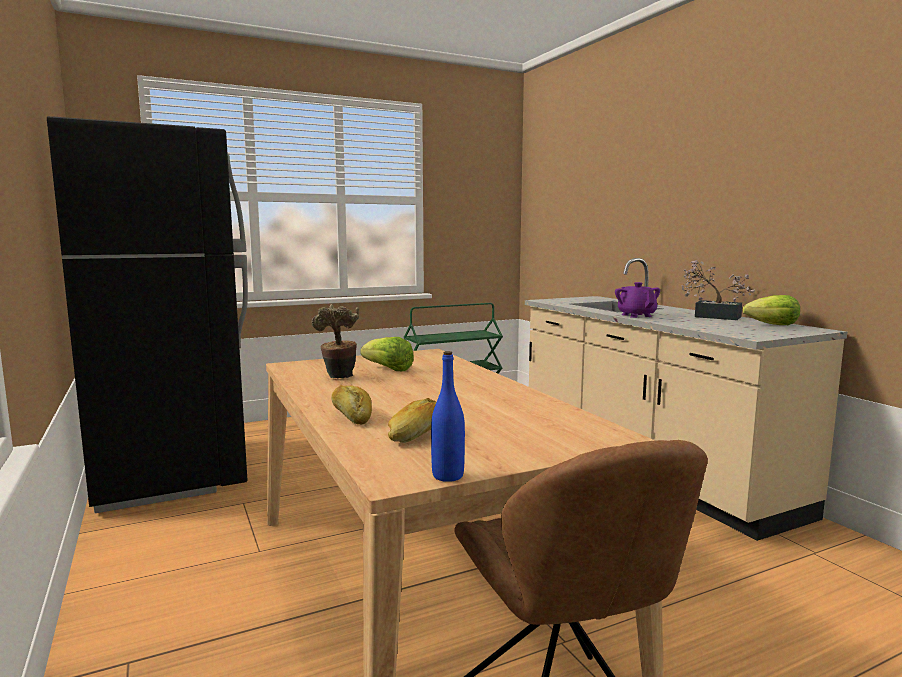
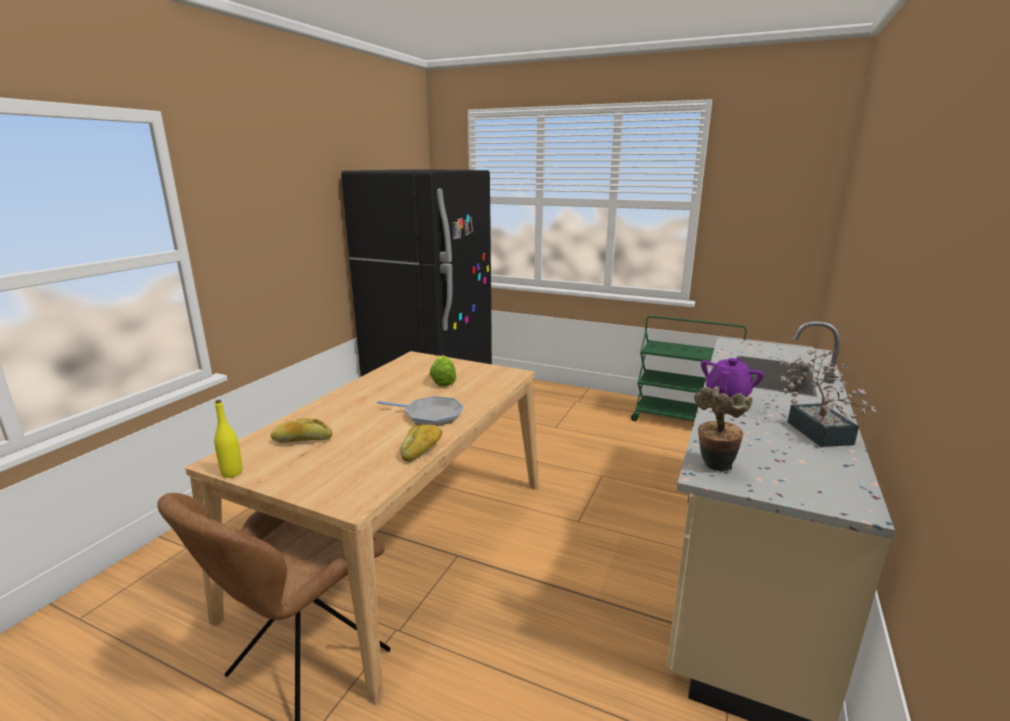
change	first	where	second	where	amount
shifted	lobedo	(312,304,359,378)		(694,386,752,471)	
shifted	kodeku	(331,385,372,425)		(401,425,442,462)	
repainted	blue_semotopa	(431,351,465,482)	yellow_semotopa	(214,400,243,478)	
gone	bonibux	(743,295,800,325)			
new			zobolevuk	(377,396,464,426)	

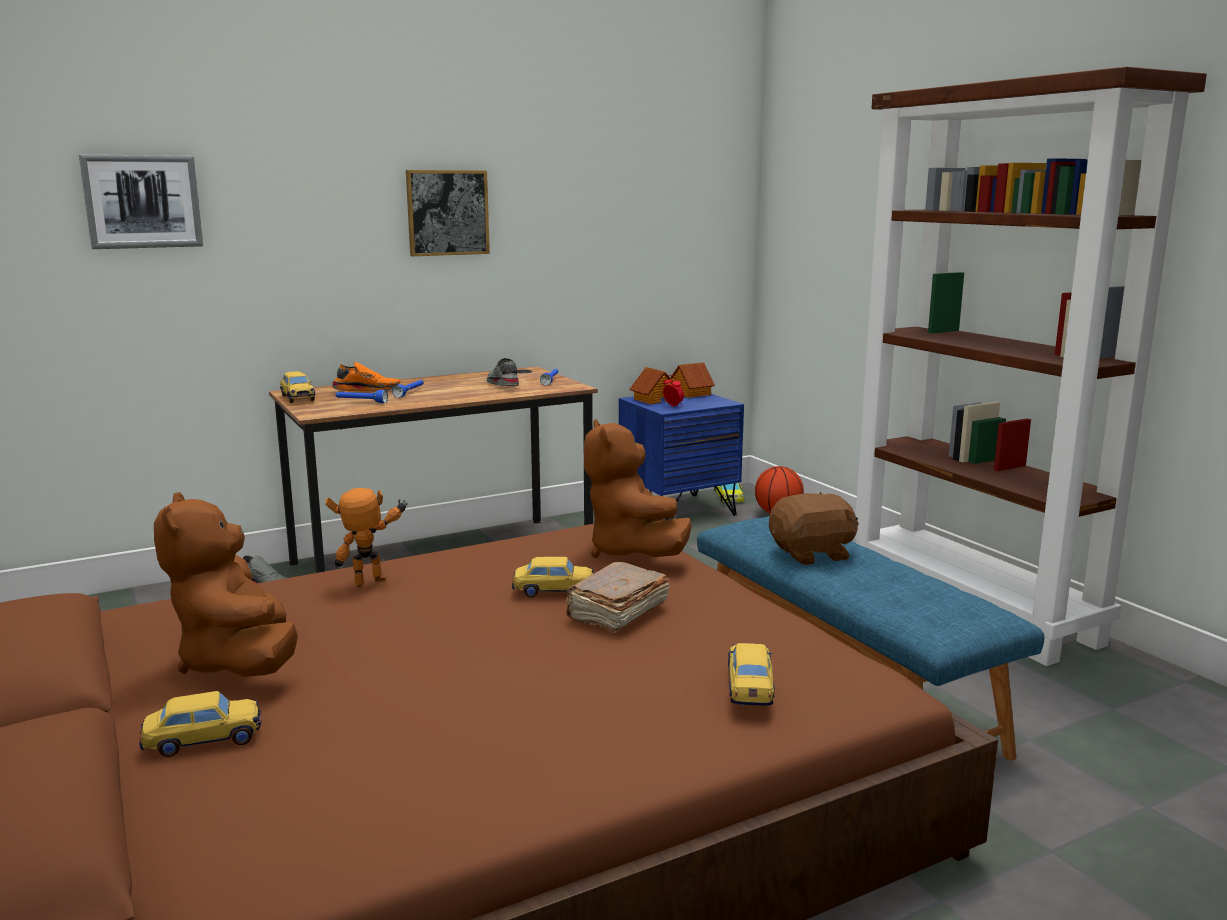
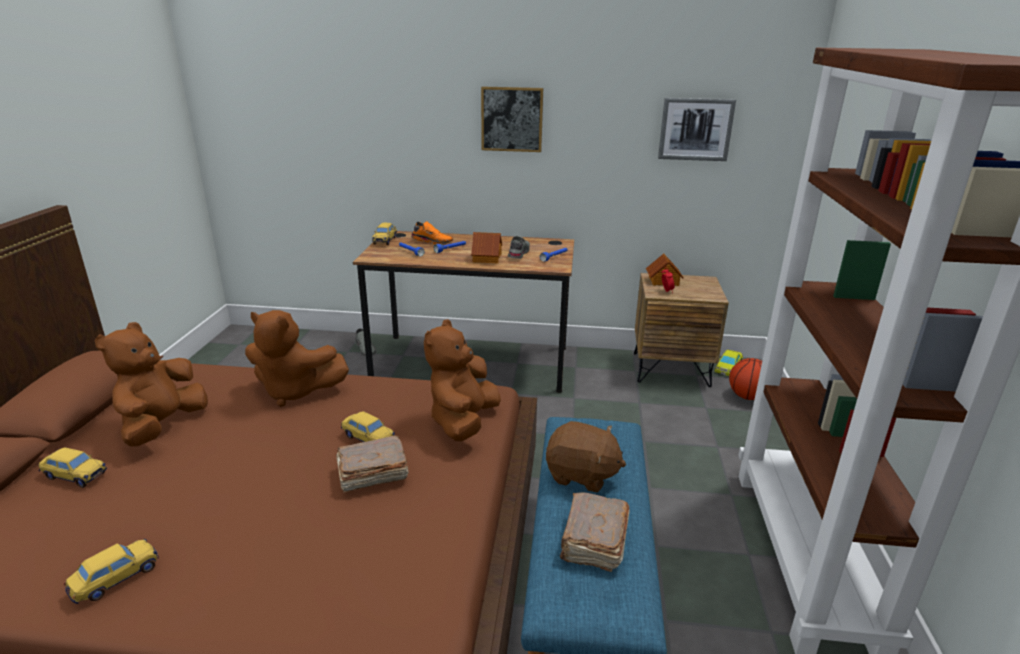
change	first	where	second	where	amount
shifted	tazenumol	(79,155,203,249)		(658,98,736,161)	
swapped	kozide	(325,488,408,586)	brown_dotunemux	(245,310,349,407)	
repainted	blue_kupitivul	(619,394,744,520)	brown_kupitivul	(634,273,729,387)	
shifted	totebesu	(670,362,715,398)		(471,232,502,264)	
shifted	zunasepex	(728,643,775,706)		(64,539,159,604)	
new			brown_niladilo	(560,492,630,572)	

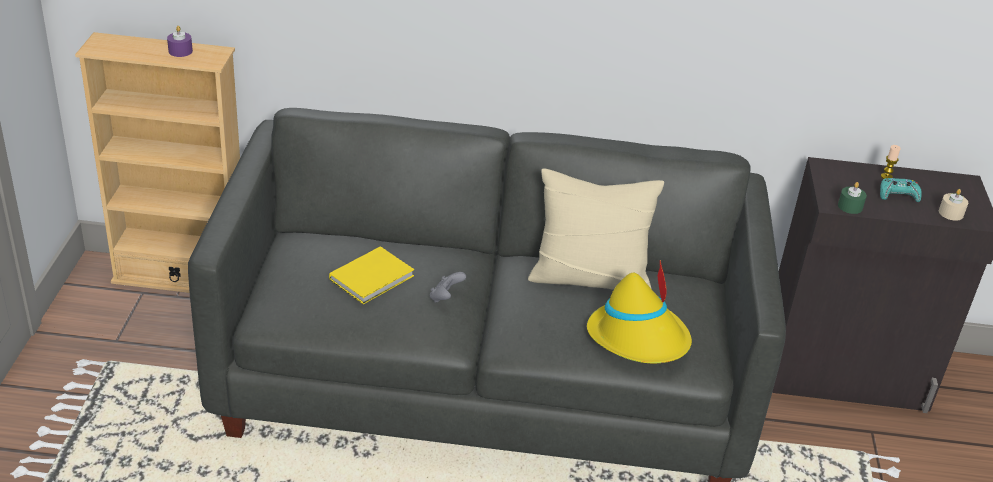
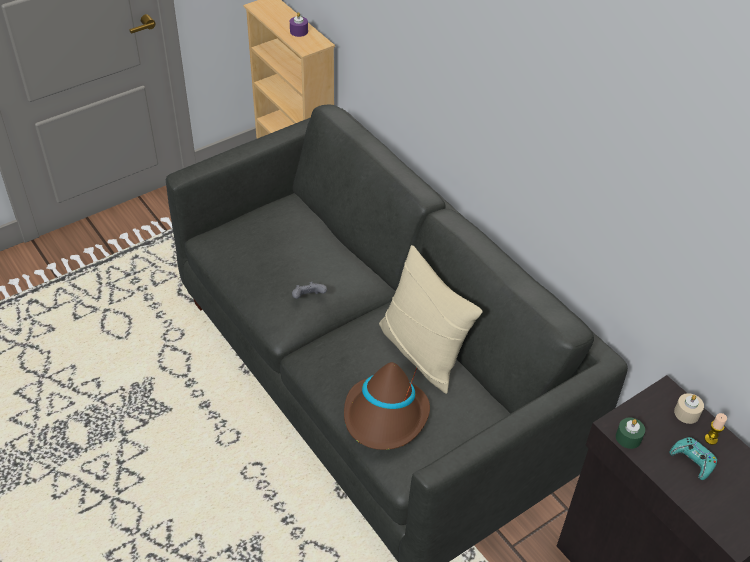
change	first	where	second	where	amount
gone	yellow_niladilo	(329,246,414,304)			
repainted	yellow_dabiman	(587,260,692,363)	brown_dabiman	(344,362,430,450)	
shifted	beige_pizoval	(939,189,968,221)		(674,393,704,424)	

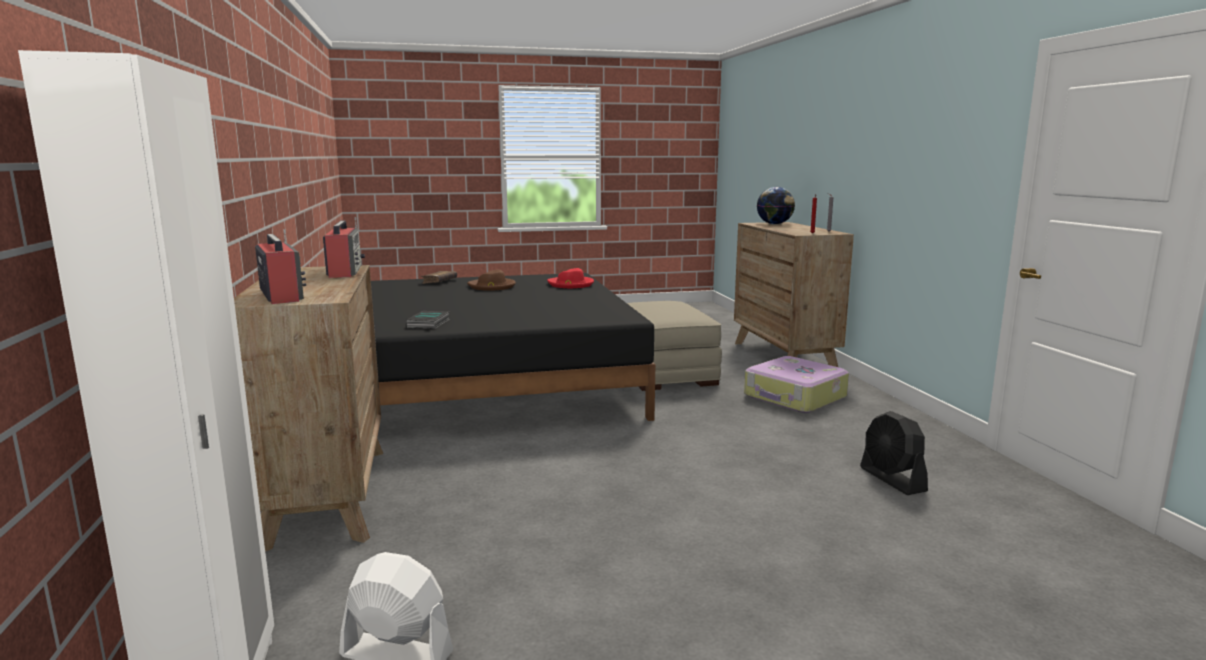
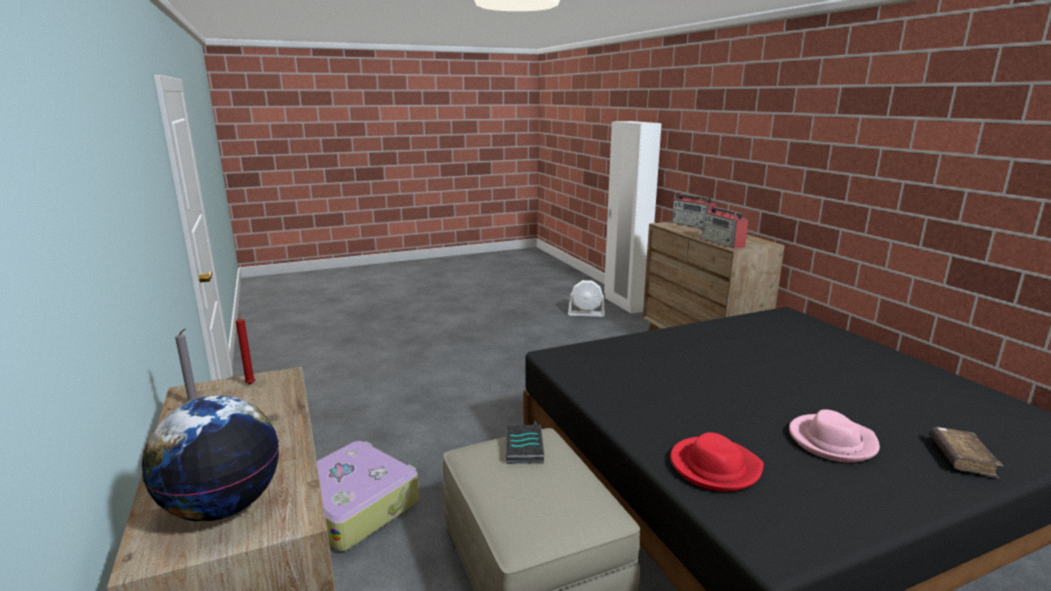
change	first	where	second	where	amount
shifted	niladilo	(406,311,450,329)		(506,424,544,464)	
repainted	brown_dabiman	(467,270,516,291)	pink_dabiman	(789,409,880,463)	
gone	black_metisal	(860,411,928,495)			

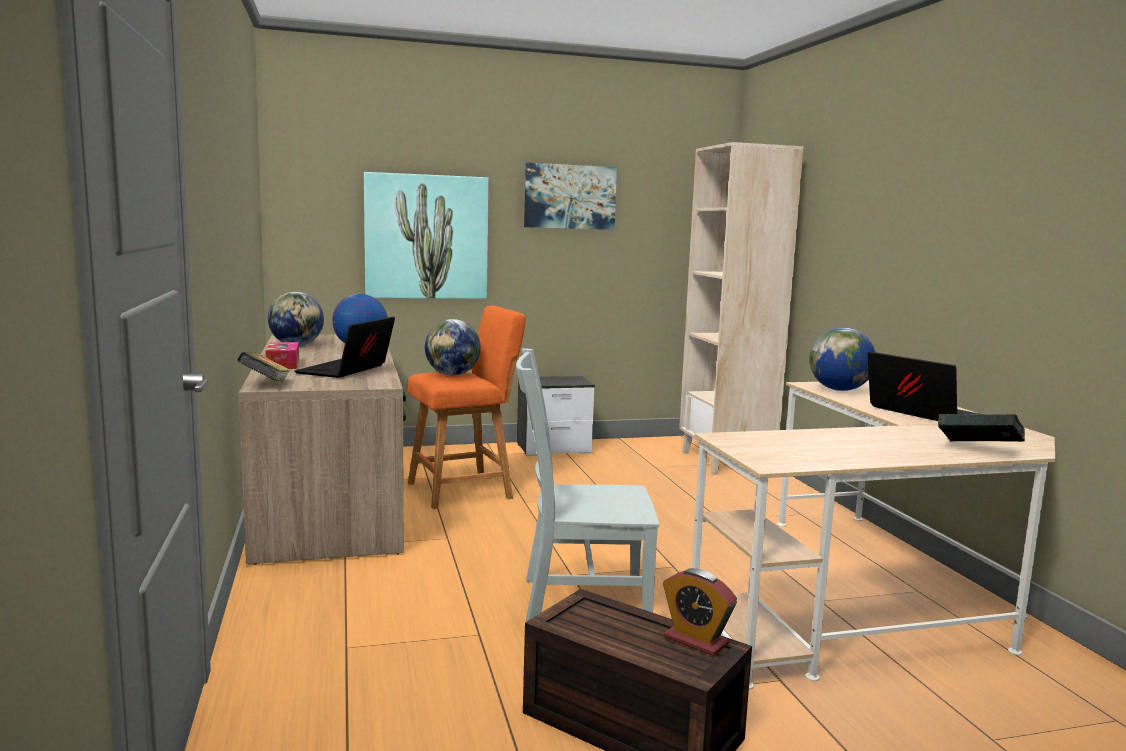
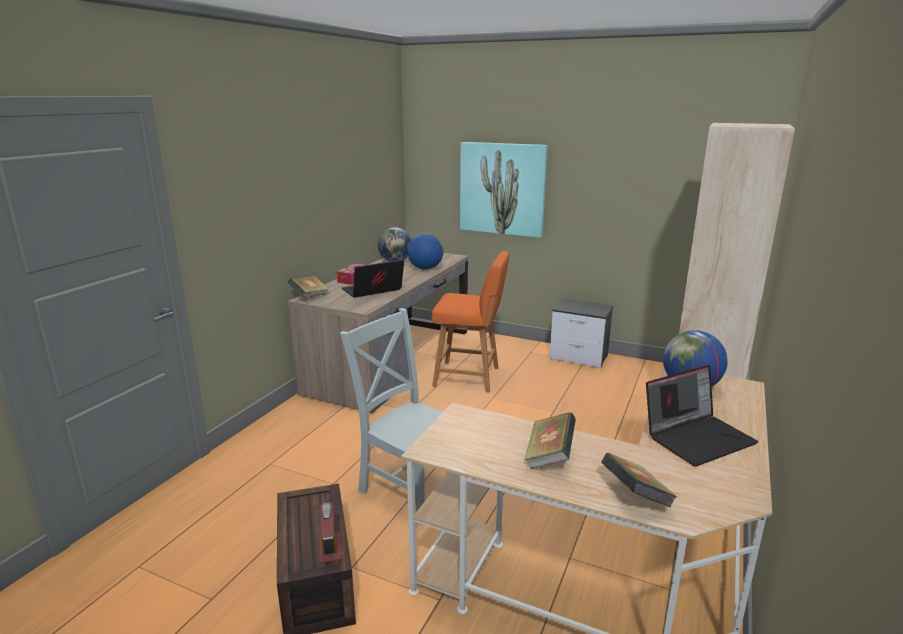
change	first	where	second	where	amount
gone	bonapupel	(425,319,481,376)			
gone	tazenumol	(524,163,617,230)			
rotated	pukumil	(867,351,979,421)		(646,365,758,467)	60 degrees clockwise
new			niladilo	(524,412,576,469)	

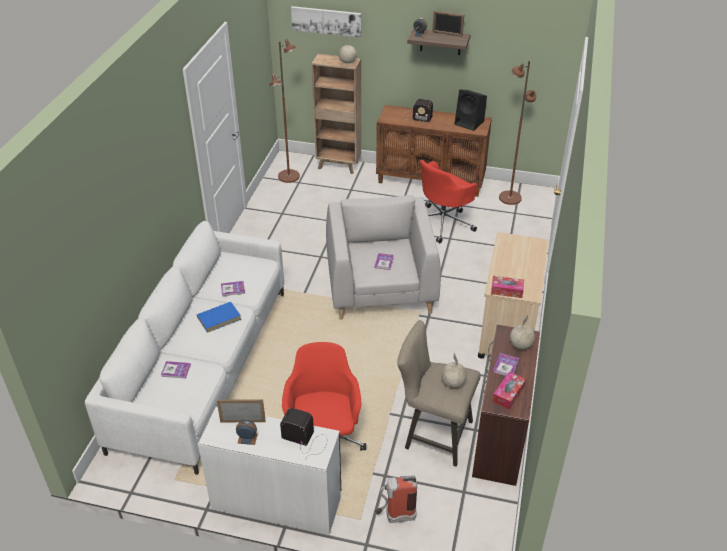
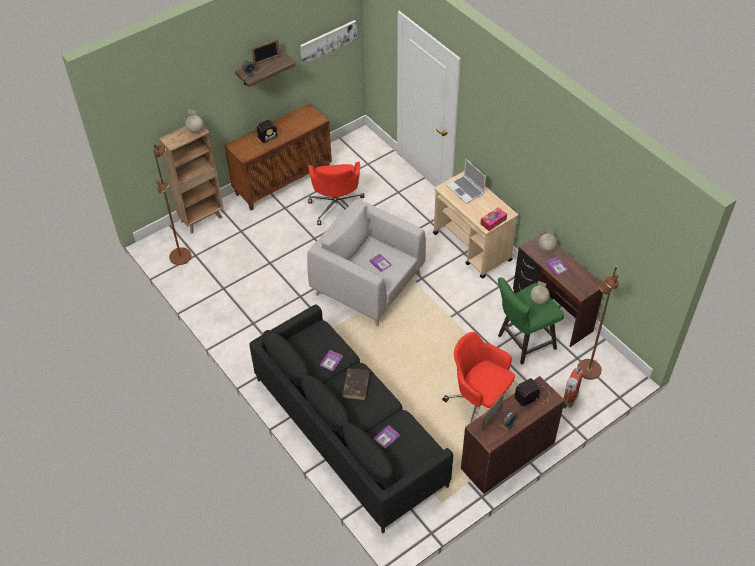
change	first	where	second	where	amount
repainted	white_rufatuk	(85,221,284,475)	black_rufatuk	(249,305,453,533)	
repainted	blue_niladilo	(197,302,241,333)	brown_niladilo	(342,369,369,400)	
repainted	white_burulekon	(198,407,341,535)	brown_burulekon	(461,376,565,494)	
shifted	tazenumol	(291,6,362,38)		(300,20,357,65)	
repainted	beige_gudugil	(397,320,481,467)	green_gudugil	(498,277,565,365)	
gone	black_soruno	(454,90,487,131)			
gone	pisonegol	(492,372,526,410)			
shifted	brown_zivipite	(499,60,536,205)		(577,266,619,380)	
new			pukumil	(446,159,486,204)	

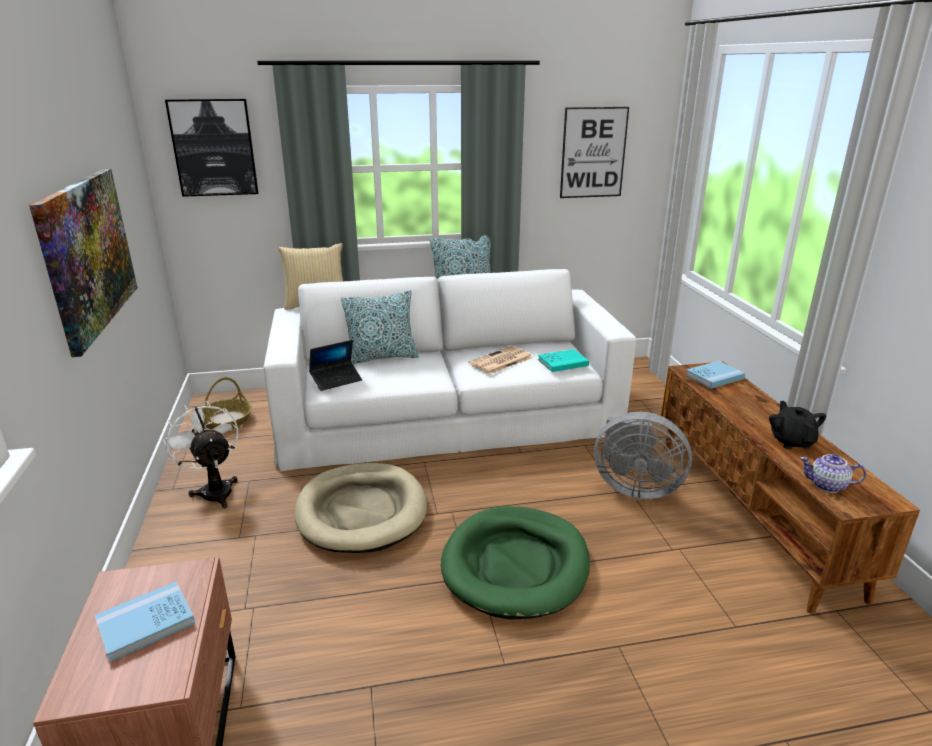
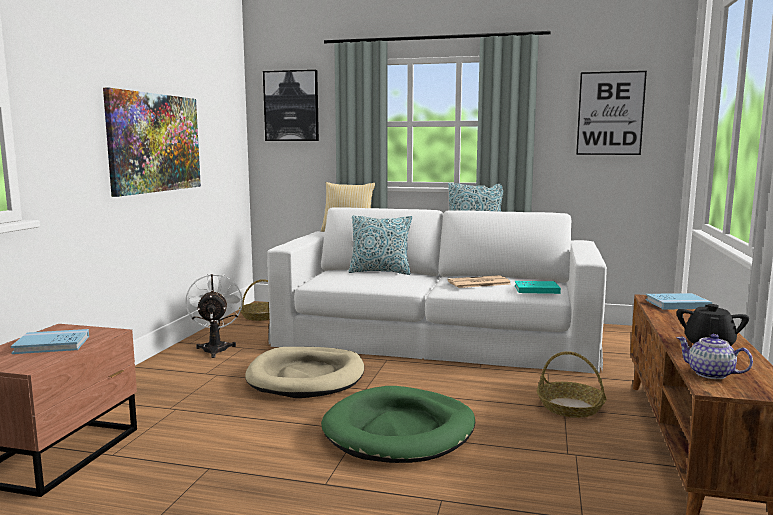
change	first	where	second	where	amount
gone	pukumil	(309,340,362,391)			
swapped	grey_metisal	(594,412,692,499)	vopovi	(537,351,607,418)	

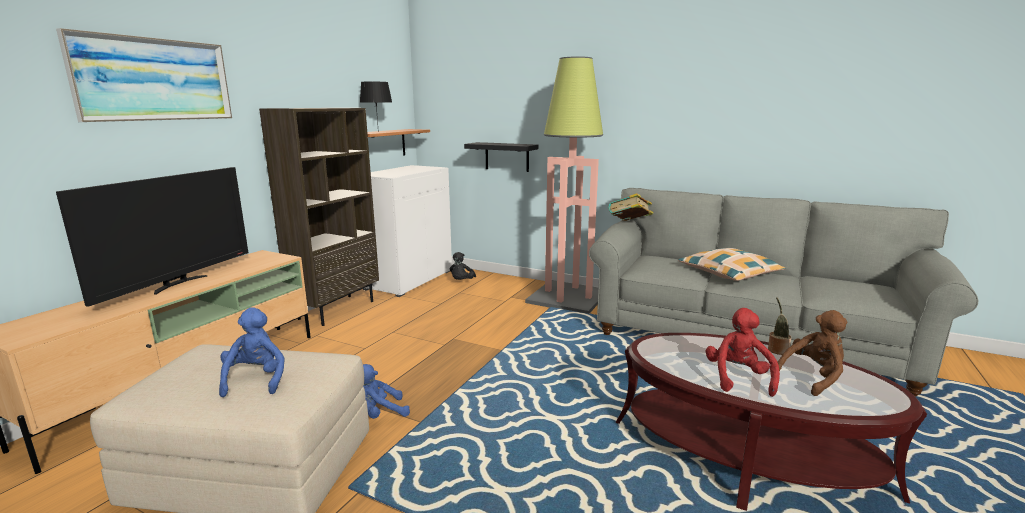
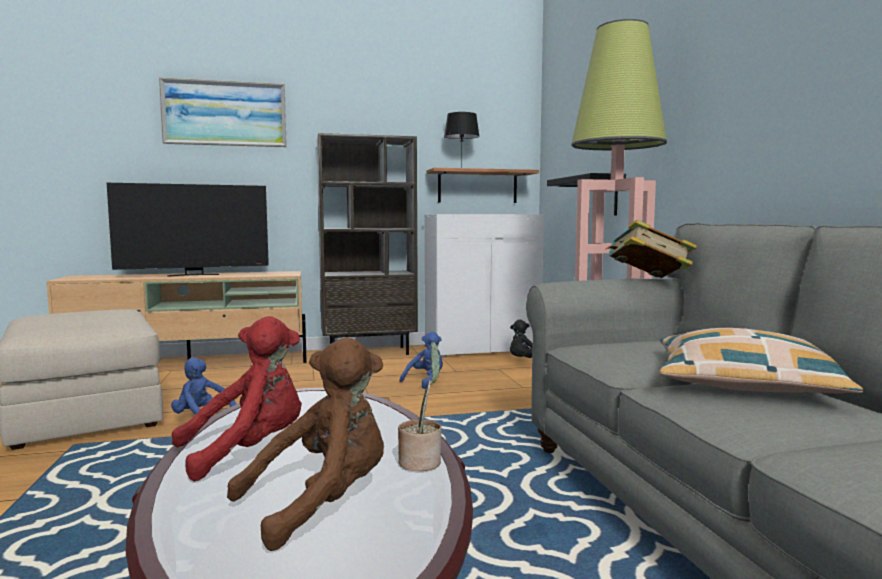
change	first	where	second	where	amount
shifted	blue_dotunemux	(219,307,285,397)		(400,331,443,389)	
rotated	brown_dotunemux	(777,310,847,396)		(227,337,384,551)	60 degrees counterclockwise

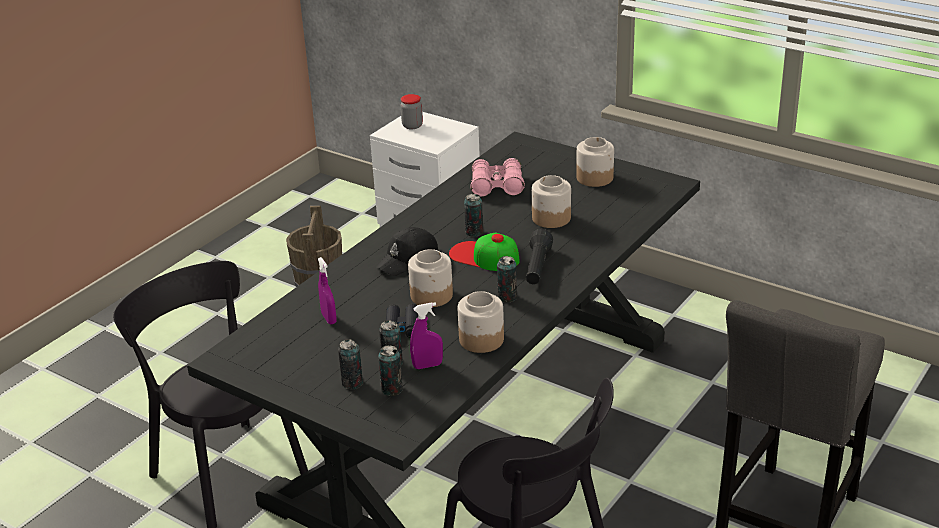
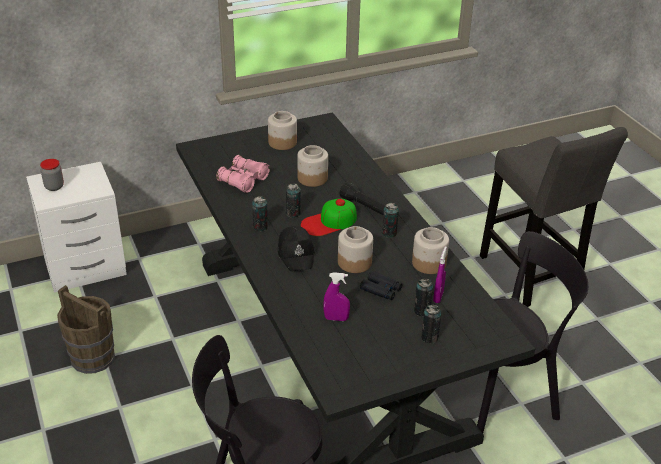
change	first	where	second	where	amount
shifted	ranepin	(378,345,403,396)		(252,196,268,231)	

